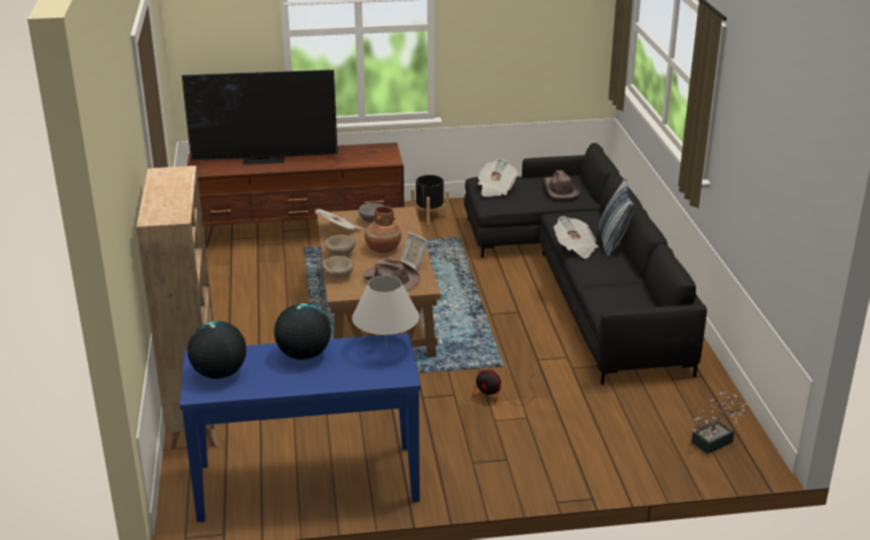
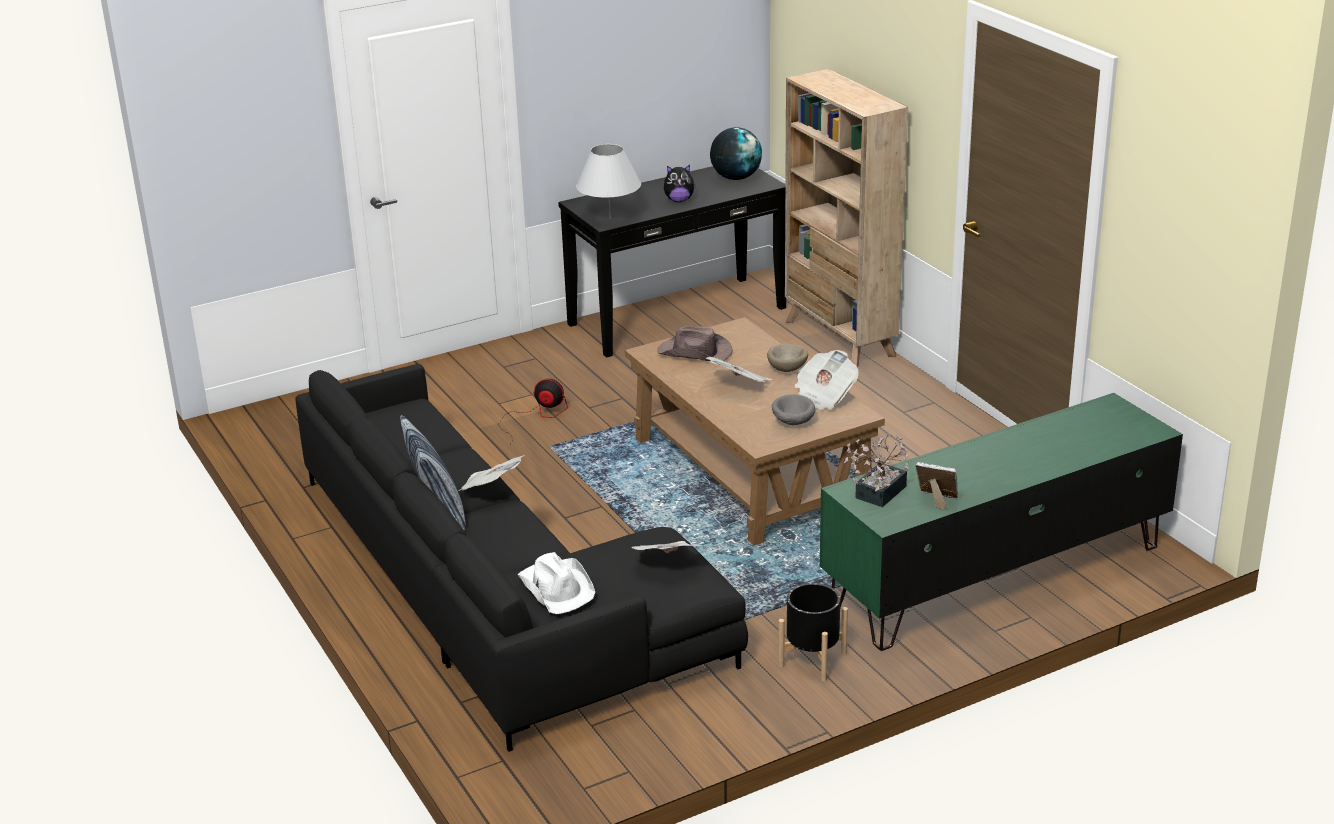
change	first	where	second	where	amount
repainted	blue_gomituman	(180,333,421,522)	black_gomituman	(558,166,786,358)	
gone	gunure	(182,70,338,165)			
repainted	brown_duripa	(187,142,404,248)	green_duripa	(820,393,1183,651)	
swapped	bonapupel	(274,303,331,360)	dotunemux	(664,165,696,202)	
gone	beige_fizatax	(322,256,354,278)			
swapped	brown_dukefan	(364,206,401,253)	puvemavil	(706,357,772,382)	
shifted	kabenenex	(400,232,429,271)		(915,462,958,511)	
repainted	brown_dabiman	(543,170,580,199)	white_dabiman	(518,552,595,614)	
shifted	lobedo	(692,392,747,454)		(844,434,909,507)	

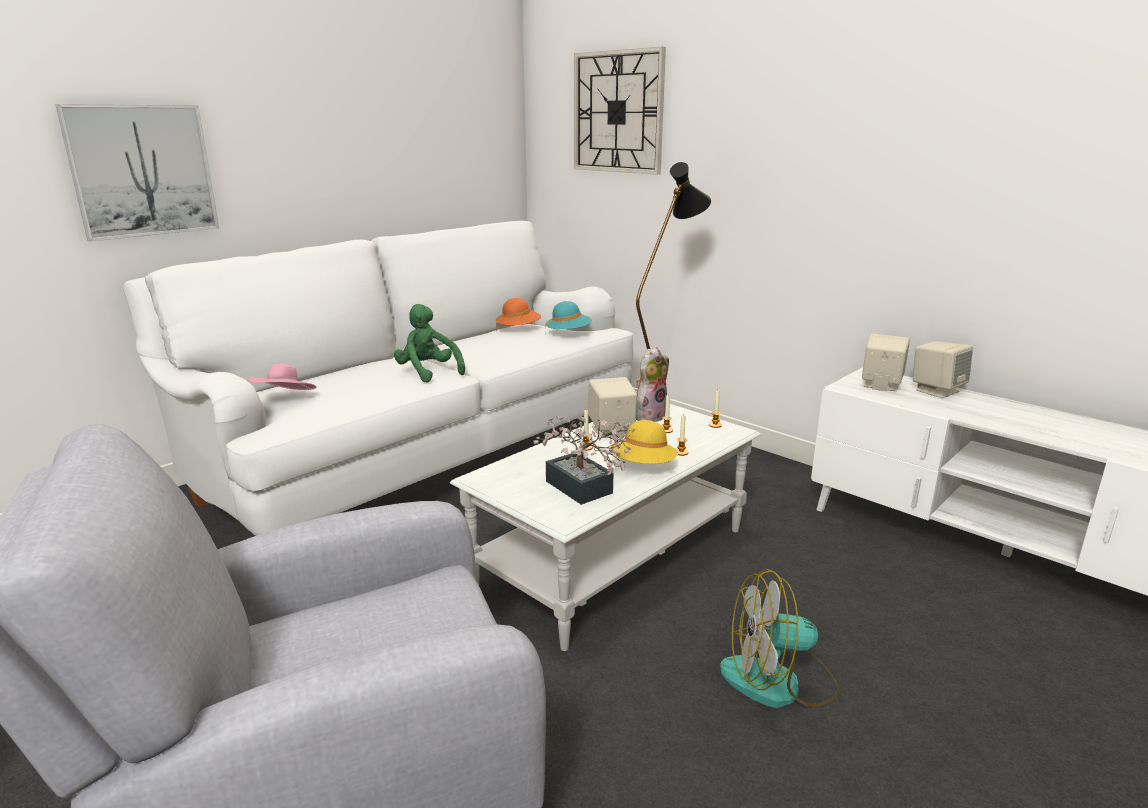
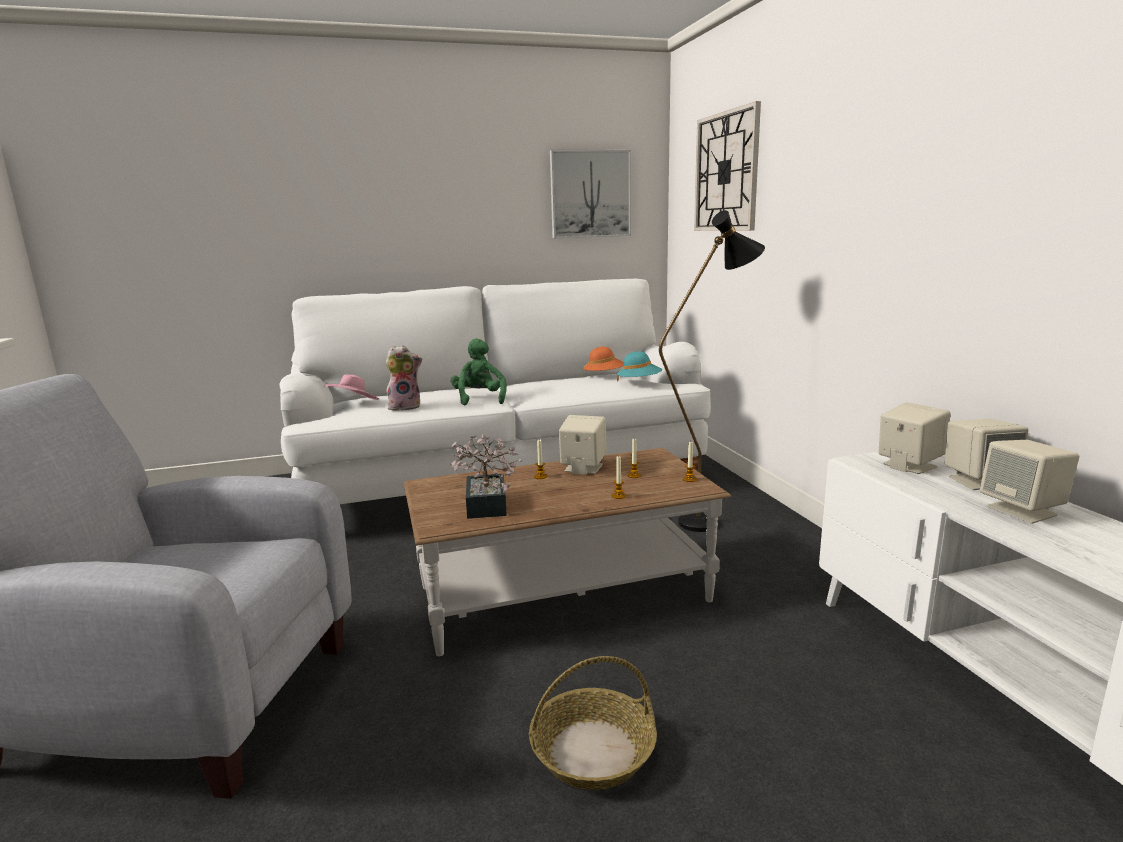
change	first	where	second	where	amount
shifted	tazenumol	(55,104,219,241)		(550,150,631,238)	
repainted	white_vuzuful	(450,404,761,651)	brown_vuzuful	(404,448,731,656)	
gone	yellow_dabiman	(610,420,678,464)			
shifted	dotunemux	(636,347,669,422)		(385,346,422,411)	
swapped	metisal	(720,569,840,708)	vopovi	(529,656,657,790)	
new			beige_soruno	(980,440,1079,524)	

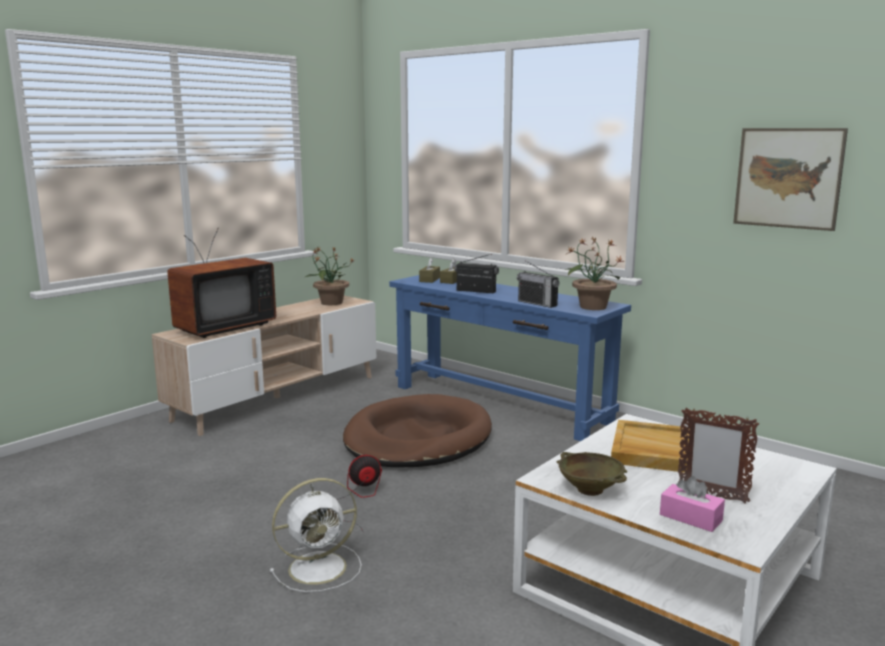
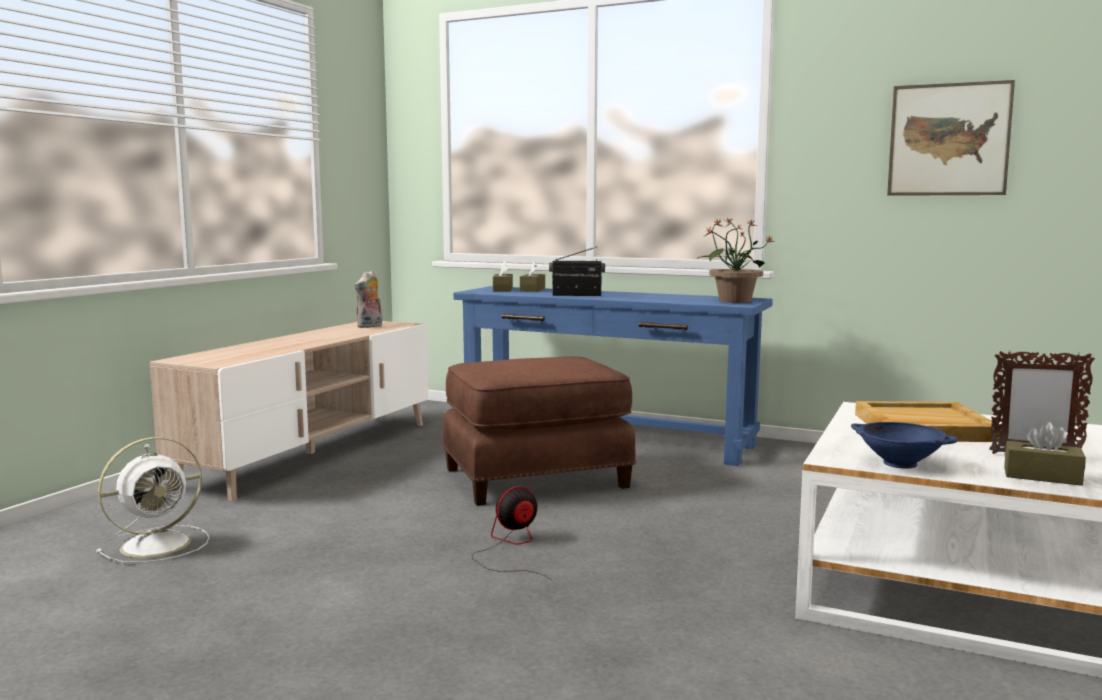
change	first	where	second	where	amount
gone	gunure	(167,228,276,338)			
shifted	white_metisal	(270,478,362,592)		(96,437,210,563)	
swapped	lobedo	(305,247,354,305)	dotunemux	(355,271,382,328)	
swapped	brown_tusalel	(343,394,492,468)	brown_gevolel	(442,356,636,506)	
gone	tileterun	(517,260,559,308)			
repainted	beige_fizatax	(557,452,627,496)	blue_fizatax	(851,422,958,469)	
repainted	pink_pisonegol	(660,476,725,532)	brown_pisonegol	(1004,421,1086,486)	

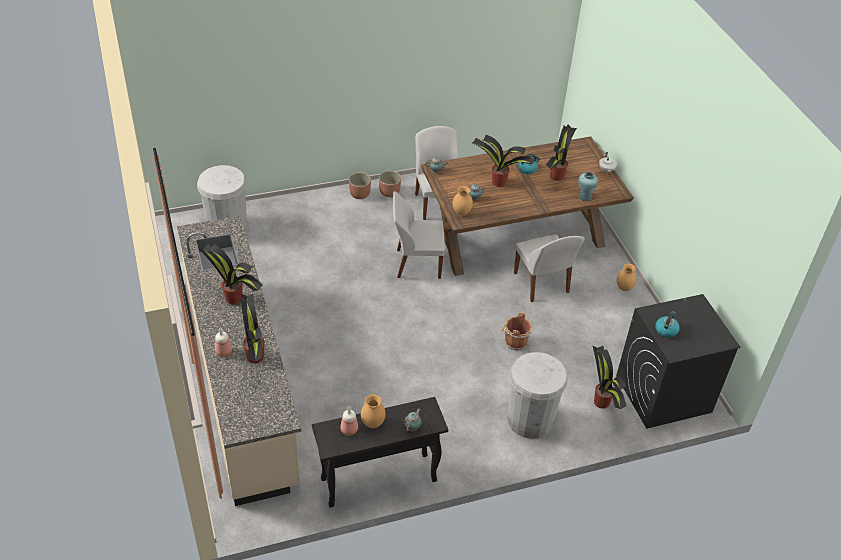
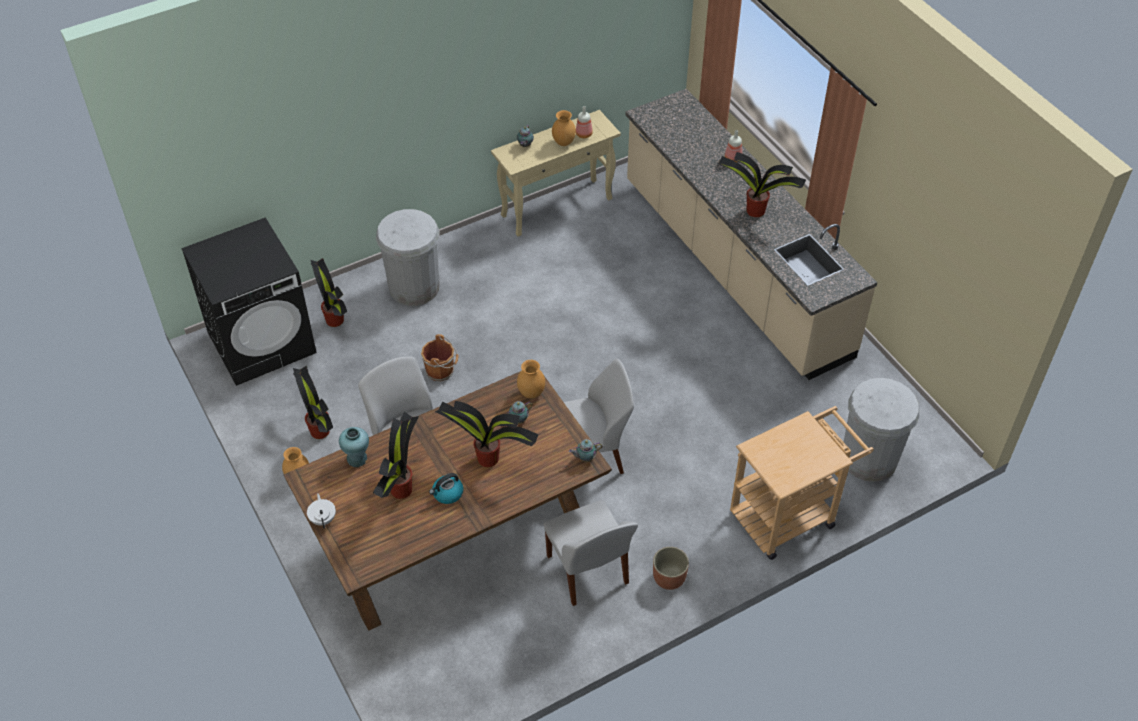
change	first	where	second	where	amount
shifted	lobedo	(240,294,265,363)		(293,365,333,439)	
repainted	black_gomituman	(312,397,448,507)	beige_gomituman	(491,110,621,237)	
gone	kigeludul	(349,173,371,199)			
gone	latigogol	(655,311,680,338)			
new			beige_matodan	(730,406,874,560)	

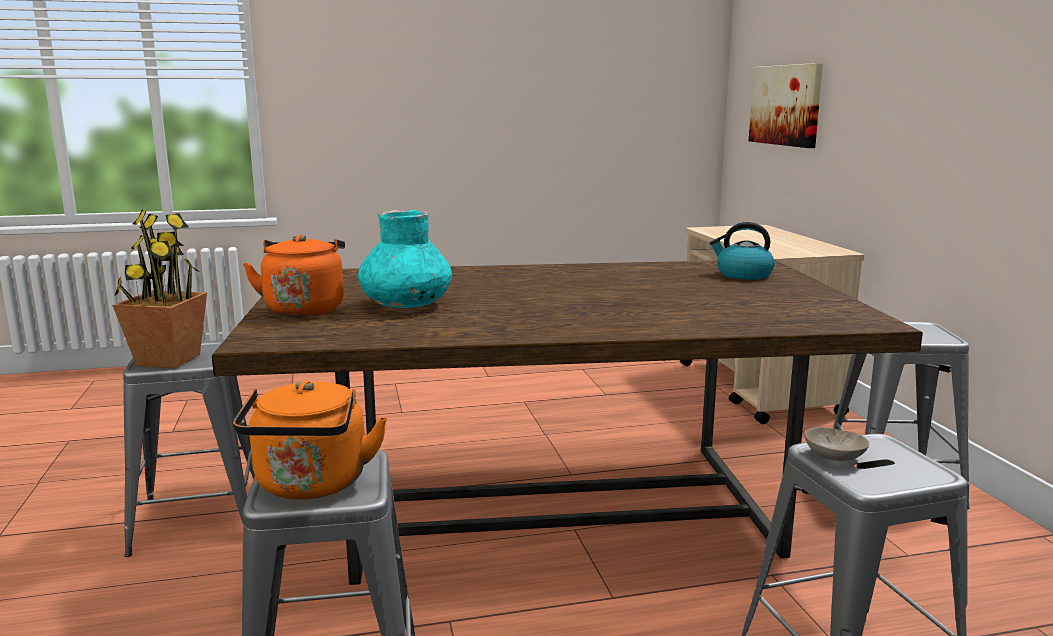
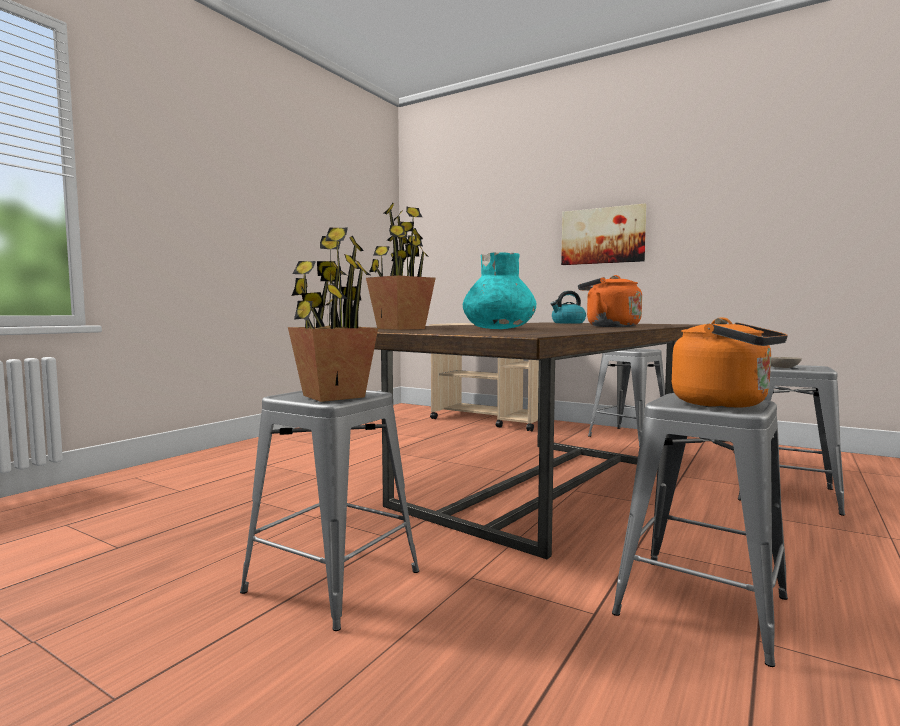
change	first	where	second	where	amount
shifted	orange_latigogol	(243,235,345,317)		(578,275,642,327)	
shifted	tazenumol	(749,63,823,148)		(561,204,647,265)	
new			lobedo	(366,203,436,330)	

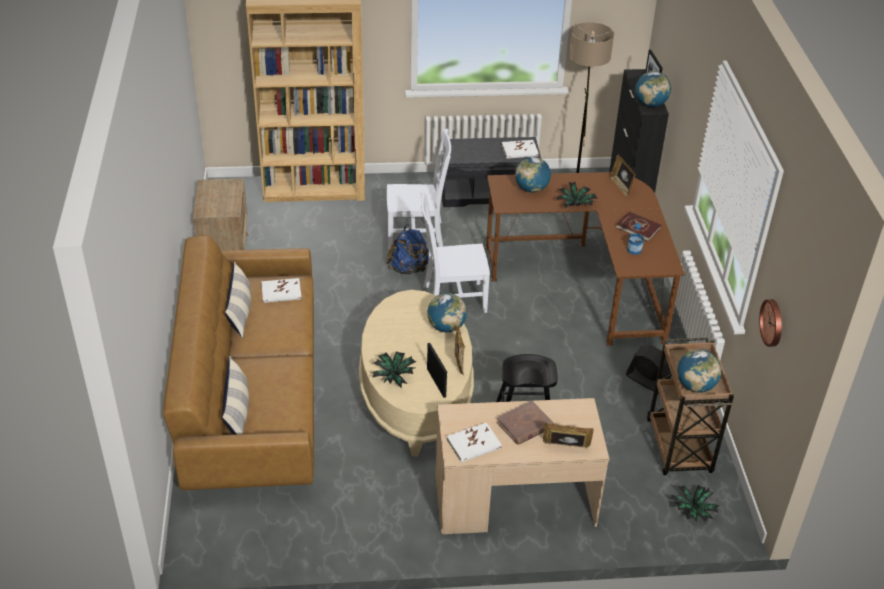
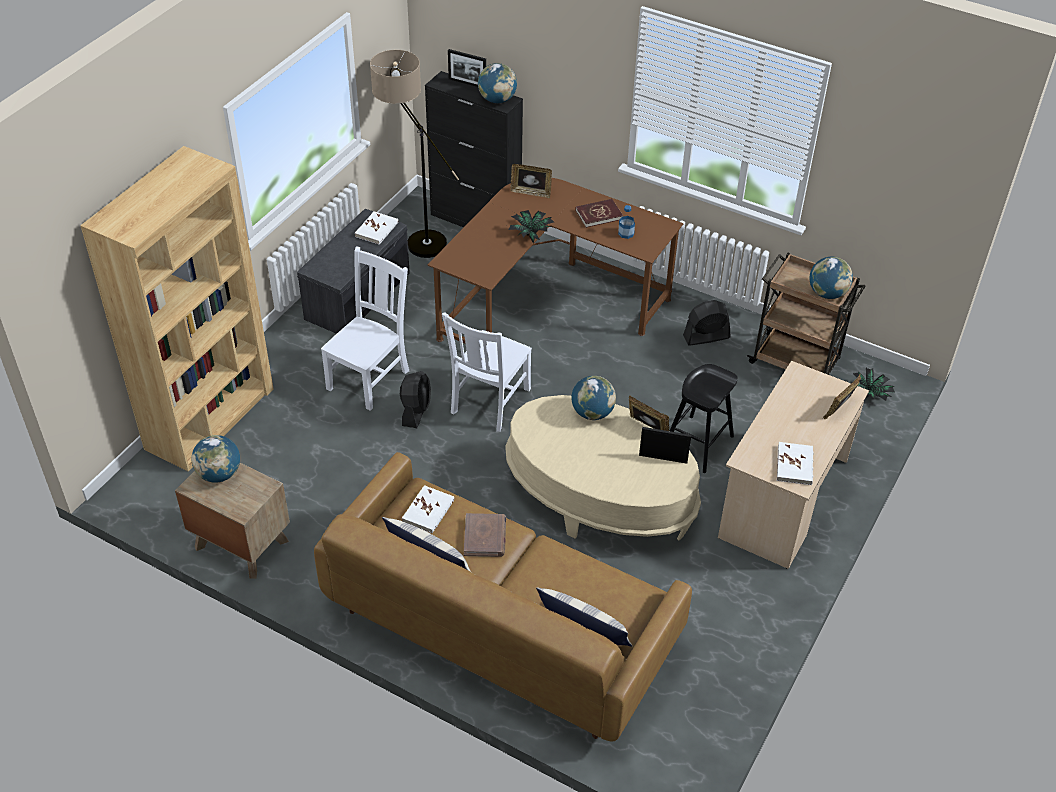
change	first	where	second	where	amount
gone	lobedo	(370,351,416,389)			
swapped	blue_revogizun	(386,224,429,274)	black_metisal	(400,371,431,428)	
shifted	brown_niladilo	(496,401,554,445)		(464,513,506,557)	
shifted	bonapupel	(515,157,551,193)		(192,435,240,483)	
gone	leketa	(759,299,782,347)			

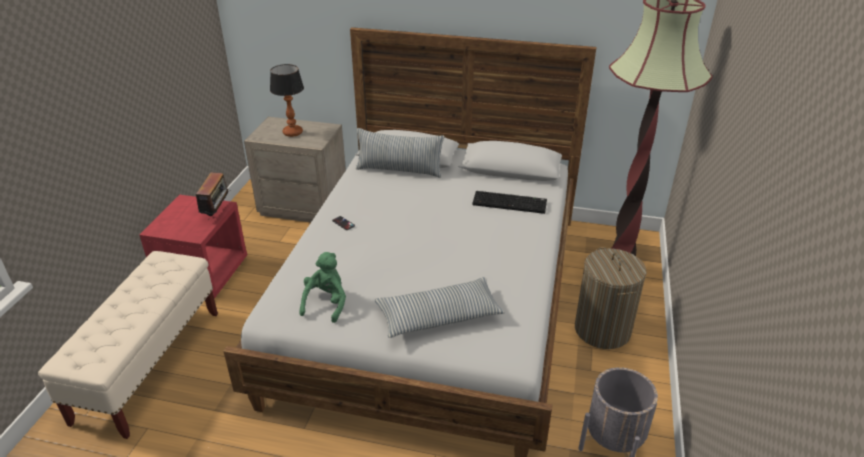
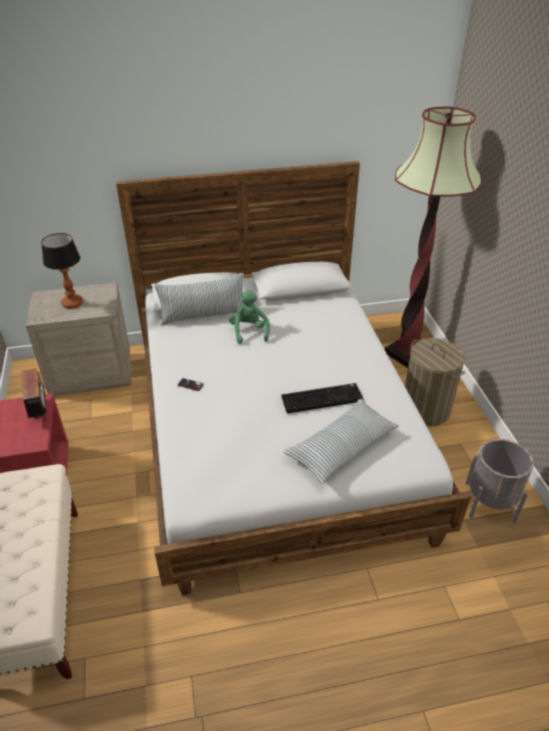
change	first	where	second	where	amount
shifted	green_dotunemux	(300,252,346,323)		(228,290,270,344)	
shifted	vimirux	(472,191,547,214)		(281,383,363,414)	

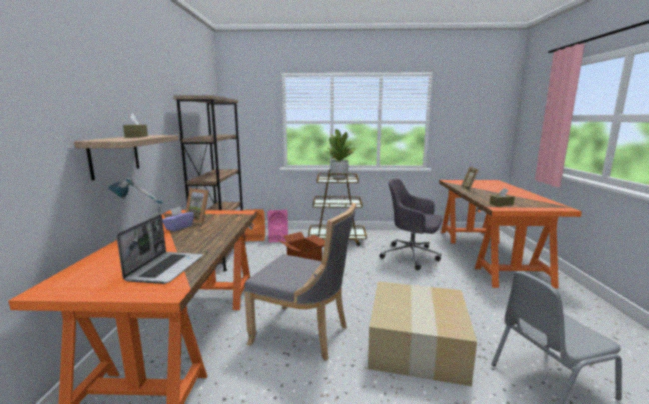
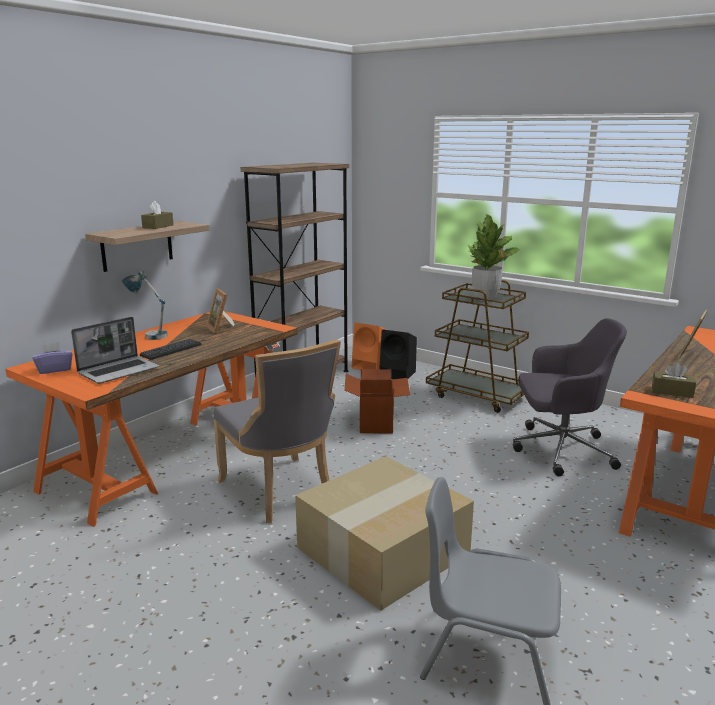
change	first	where	second	where	amount
shifted	purple_pisonegol	(162,207,194,231)		(33,342,72,374)	
repainted	pink_soruno	(268,210,288,243)	black_soruno	(379,329,417,379)	
rotated	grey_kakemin	(380,178,442,270)		(513,318,627,476)	120 degrees clockwise
new			vimirux	(140,339,201,360)	

